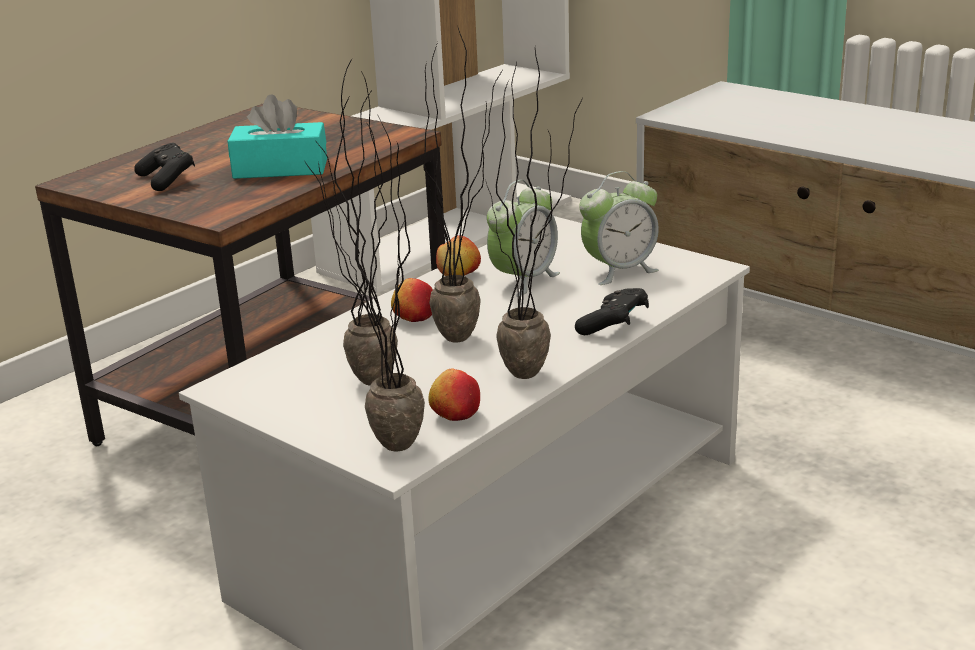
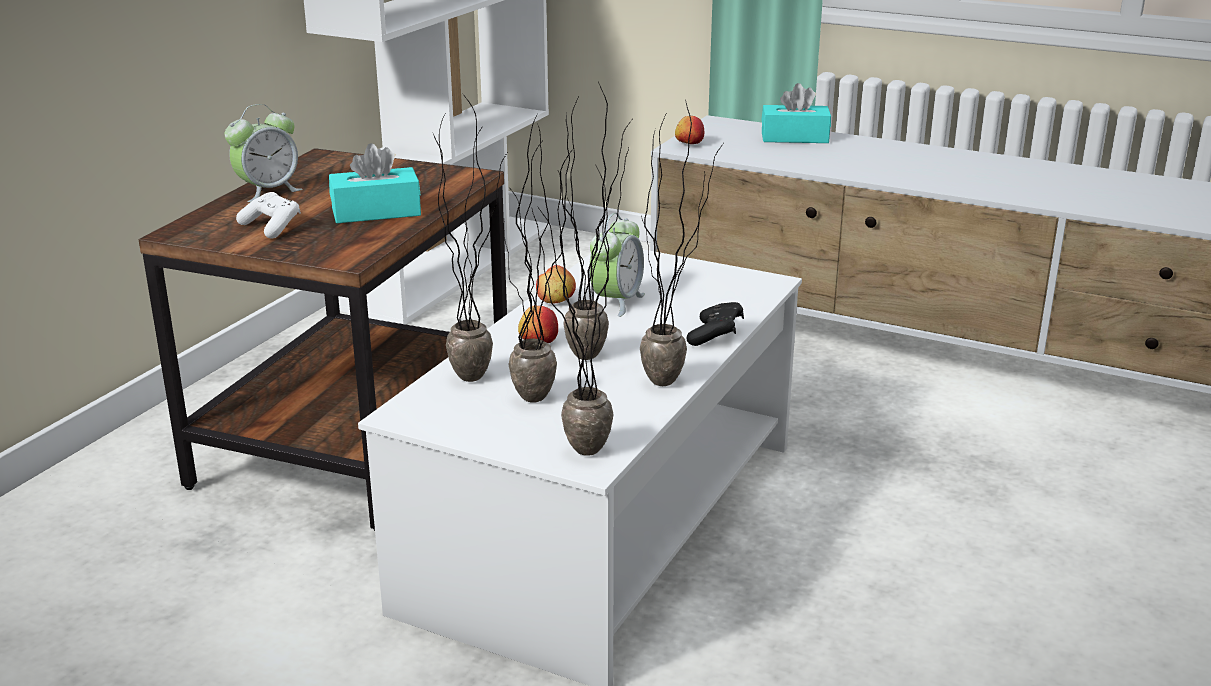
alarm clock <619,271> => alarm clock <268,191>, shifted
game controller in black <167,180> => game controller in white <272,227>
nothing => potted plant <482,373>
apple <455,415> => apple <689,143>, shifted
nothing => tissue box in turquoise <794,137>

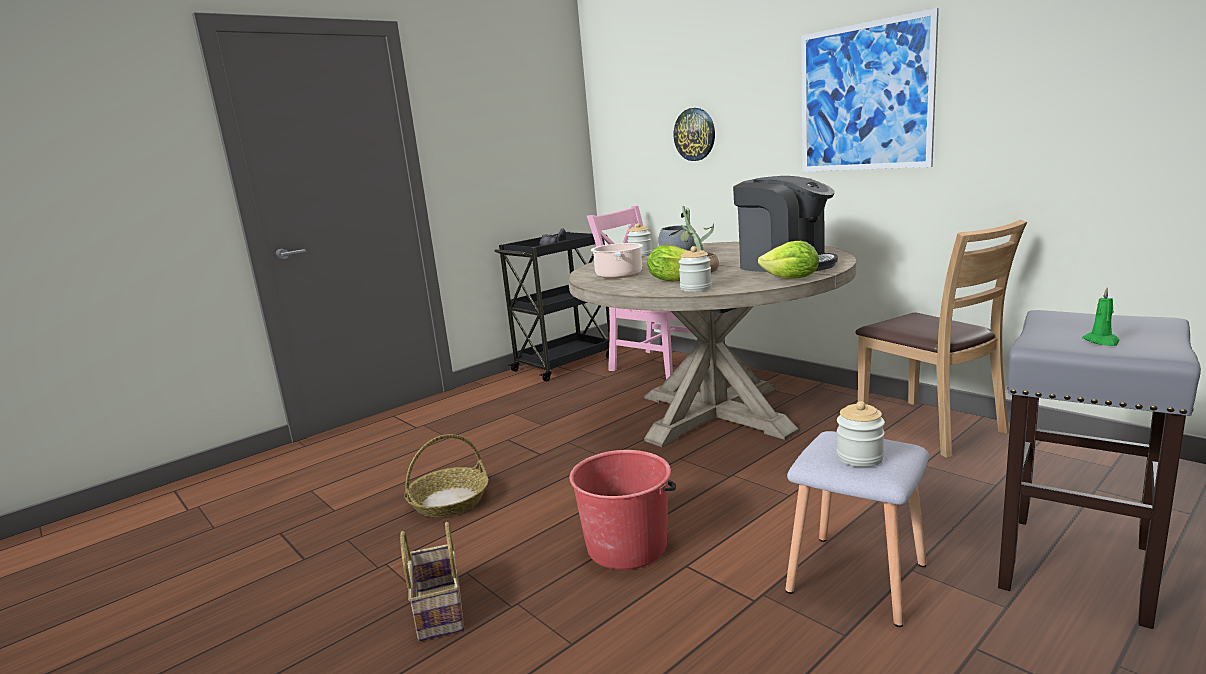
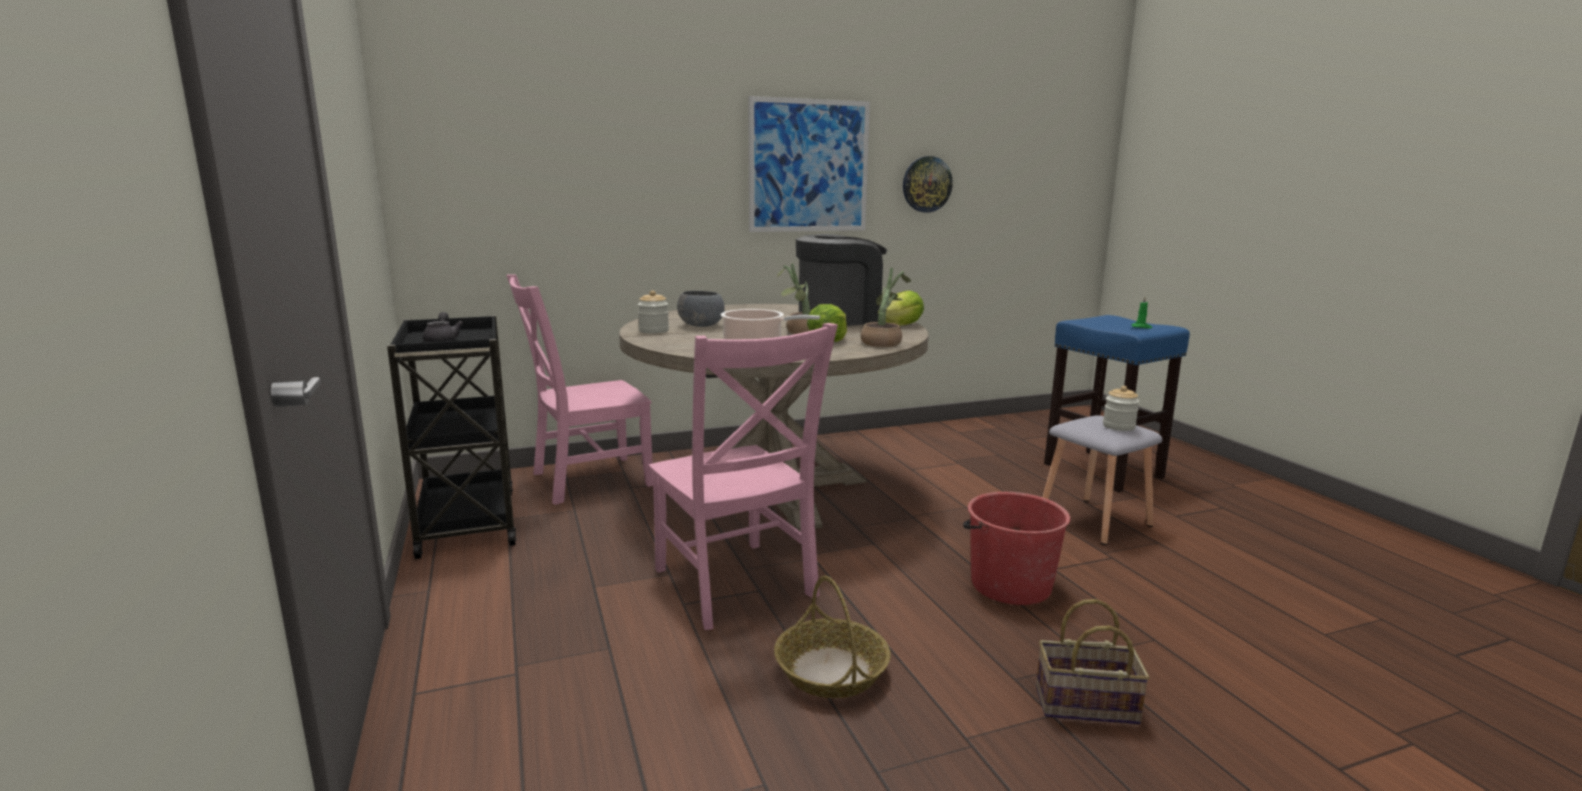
nothing => chair in pink <736,586>
jar <696,288> => potted plant <884,342>
wall clock <695,134> => wall clock <926,184>, shifted
stool in grey <1076,568> => stool in blue <1104,471>
chair in brown <931,427> => nothing

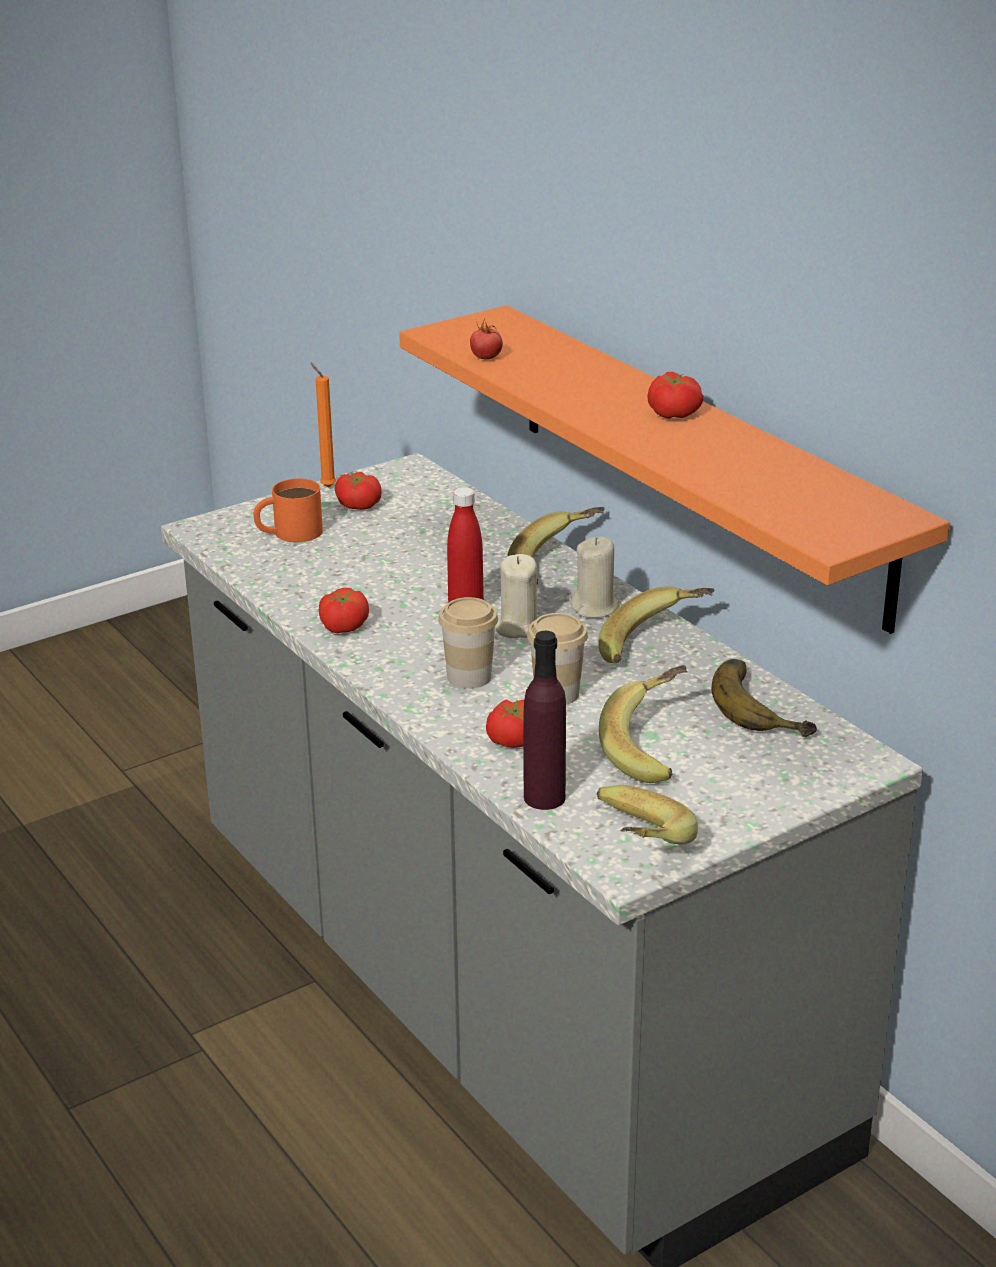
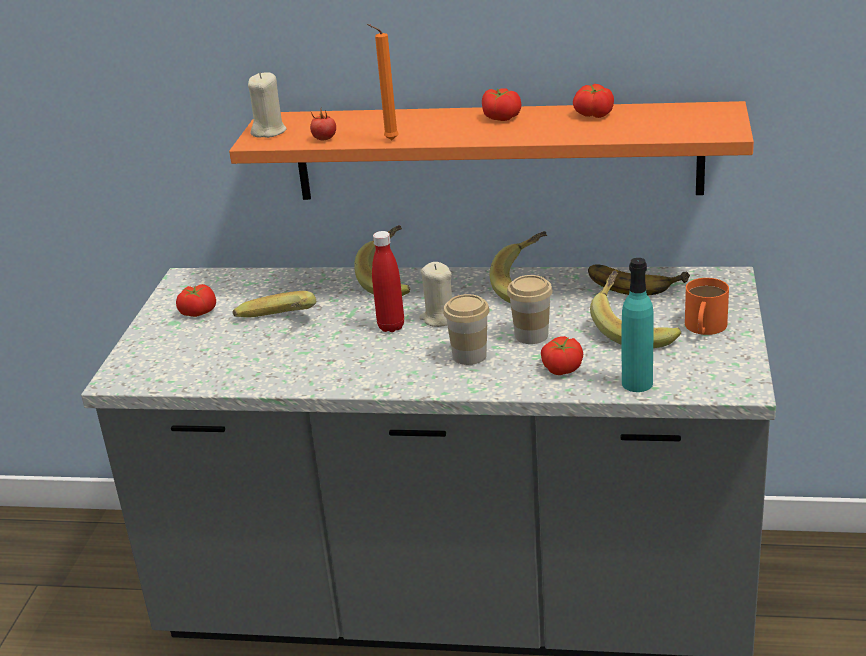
banana <632,845> => banana <277,327>, shifted
candle in beige <595,608> => candle in beige <269,131>, shifted
candle in orange <326,487> => candle in orange <389,140>, shifted
tomato <343,626> => tomato <593,114>, shifted
bottle in purple <544,797> => bottle in turquoise <637,383>
mug in orange <288,533> => mug in orange <704,328>, shifted

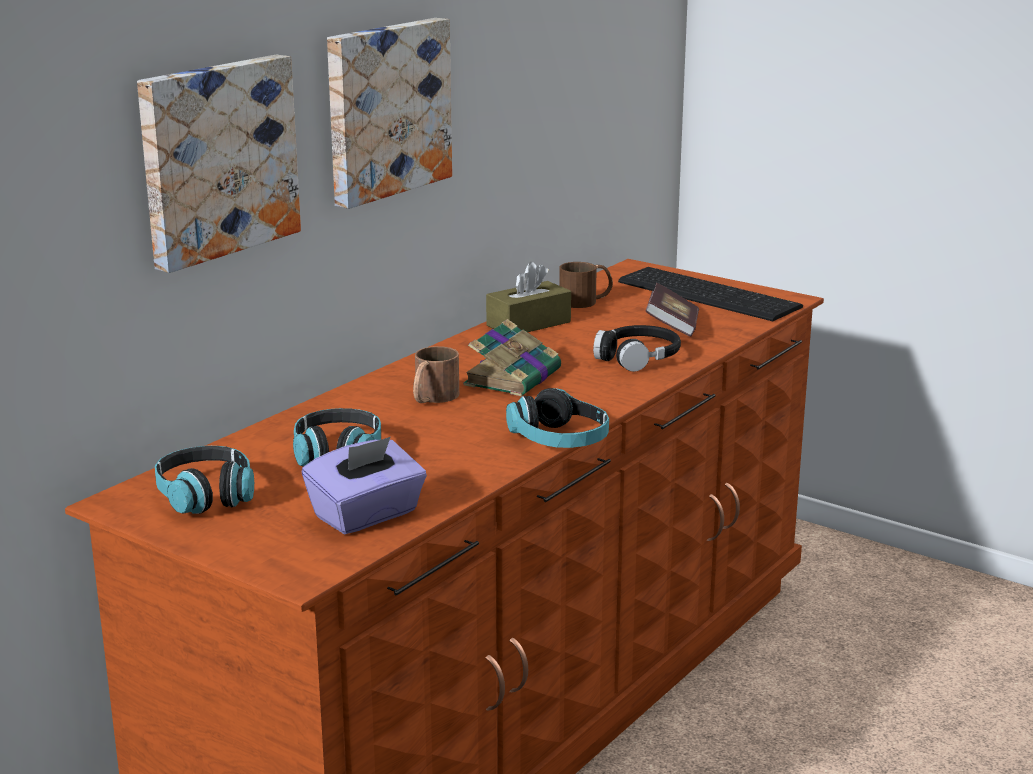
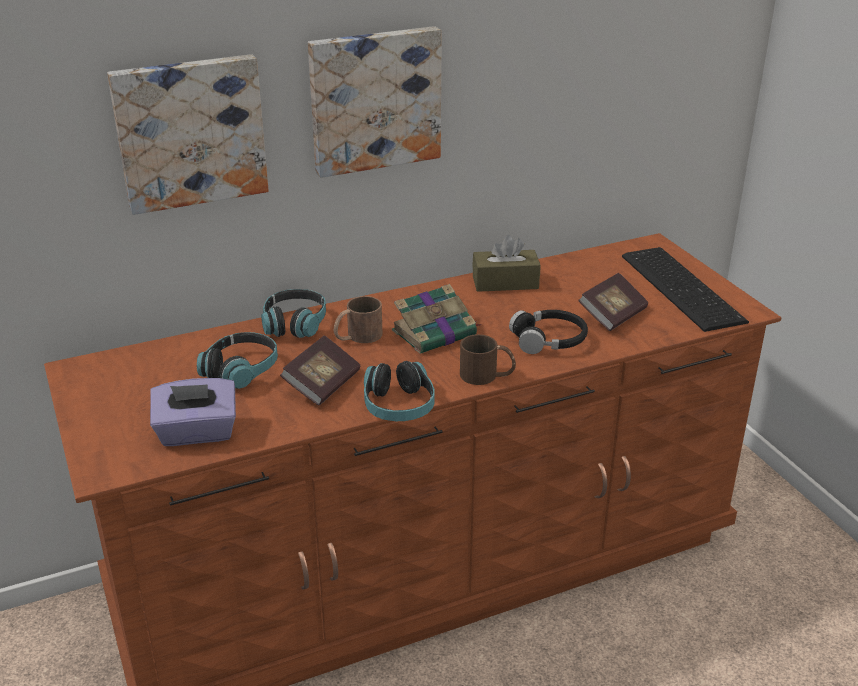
headphones <206,495> => headphones <295,324>, shifted
nothing => book <322,385>
mug in brown <586,301> => mug in brown <487,375>, shifted

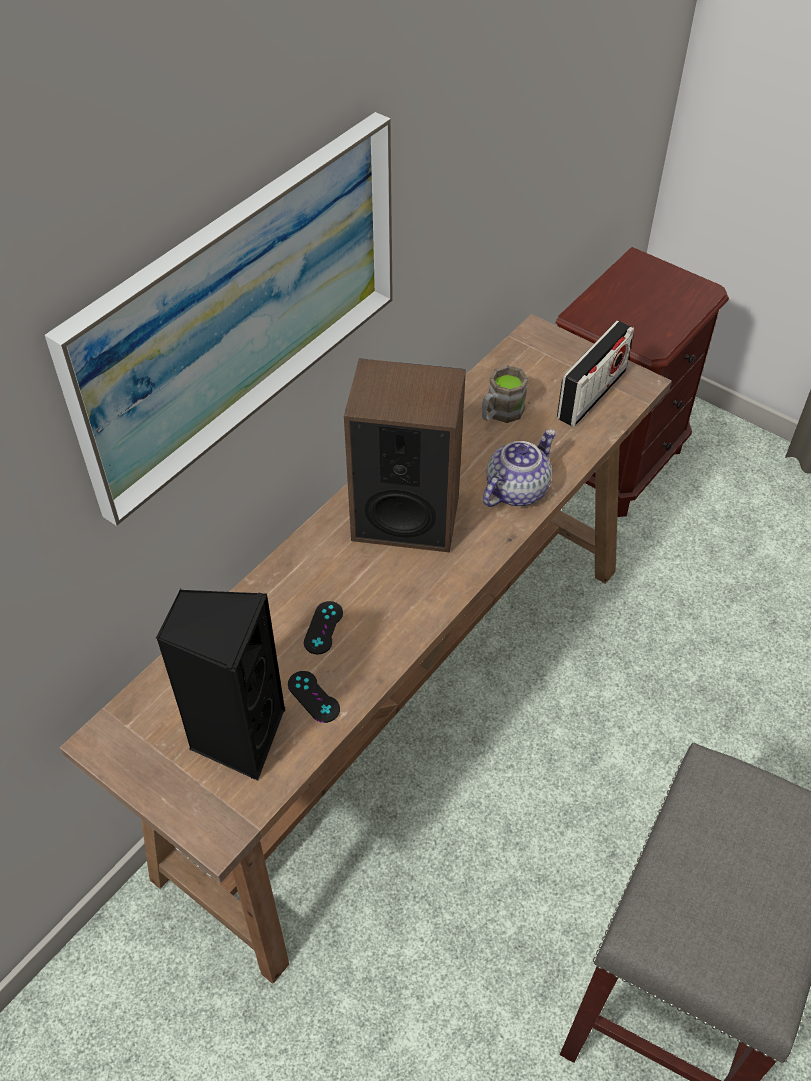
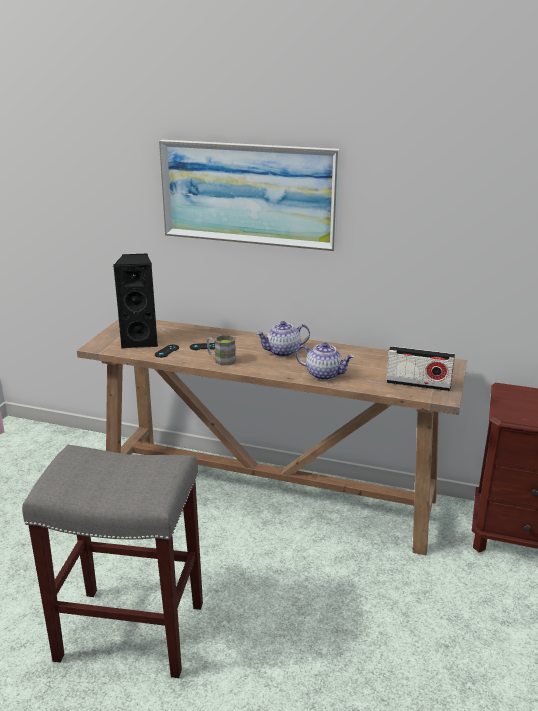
mug in brown <500,413> => mug in brown <221,360>, shifted
speaker <405,517> => teapot <283,352>

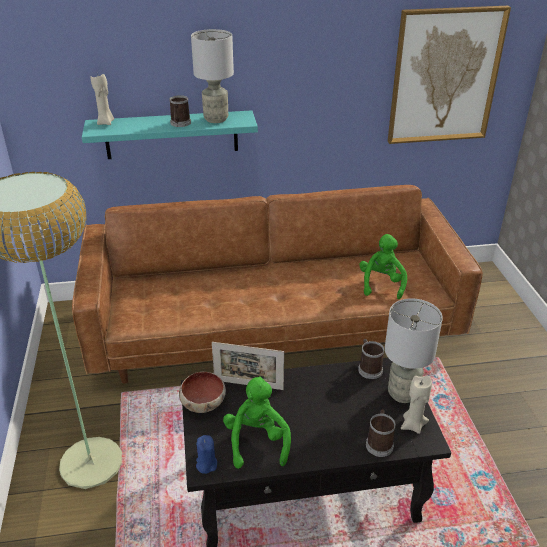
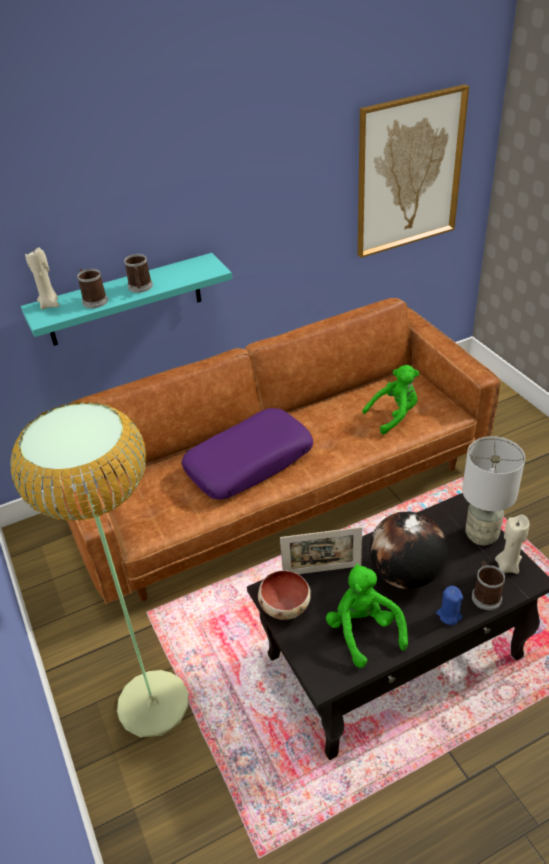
mug <369,368> => mug <93,300>, shifted
nothing => pillow in purple <249,462>
plush toy in green <381,284> => plush toy in green <394,415>, 75 degrees clockwise
nothing => globe <405,575>
candle in blue <206,464> => candle in blue <449,615>, shifted
table lamp in grey <216,119> => nothing

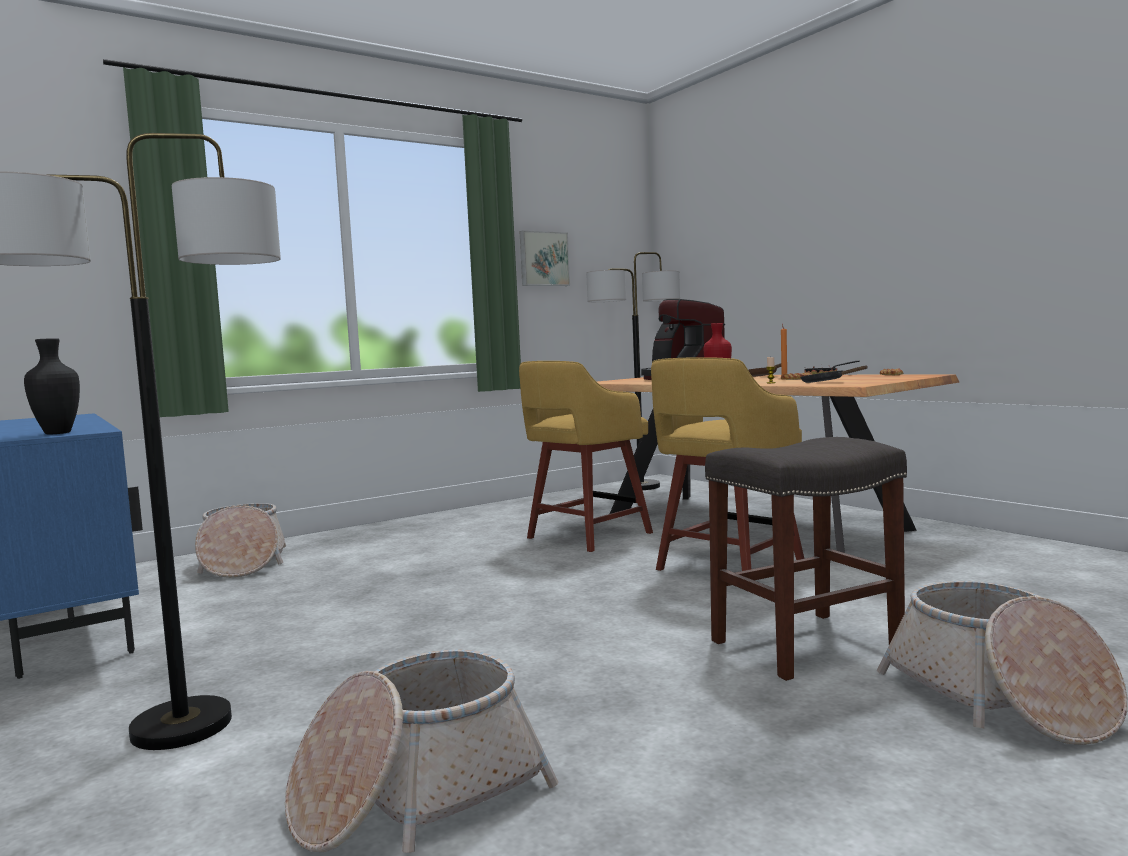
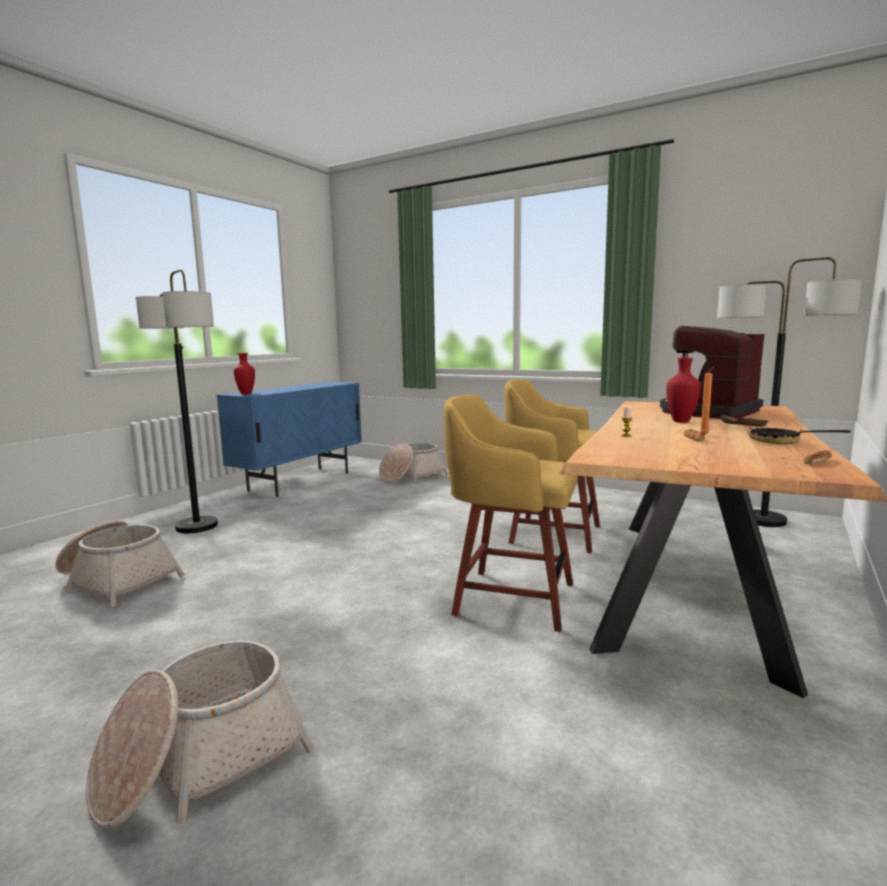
vase in black <58,433> => vase in red <246,394>
picture <543,259> => nothing
stool in grey <804,645> => nothing
frying pan in black <826,382> => nothing

